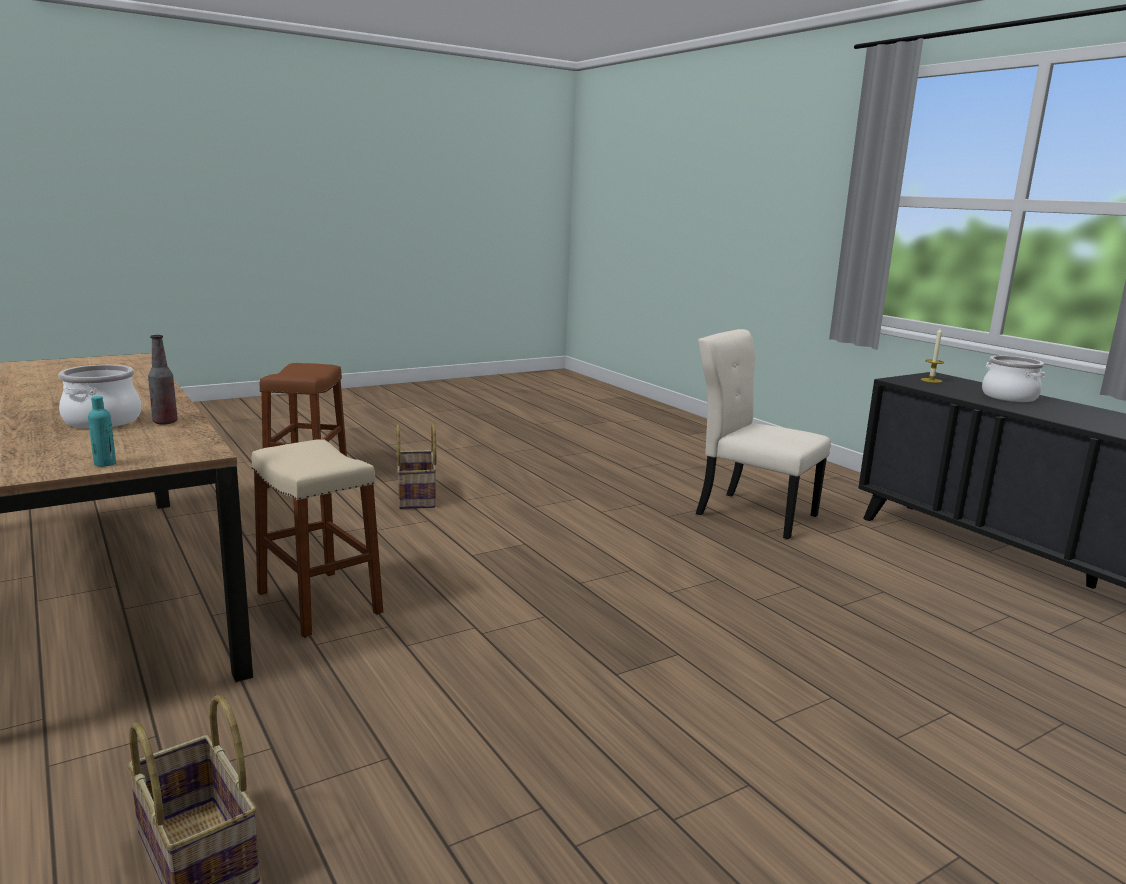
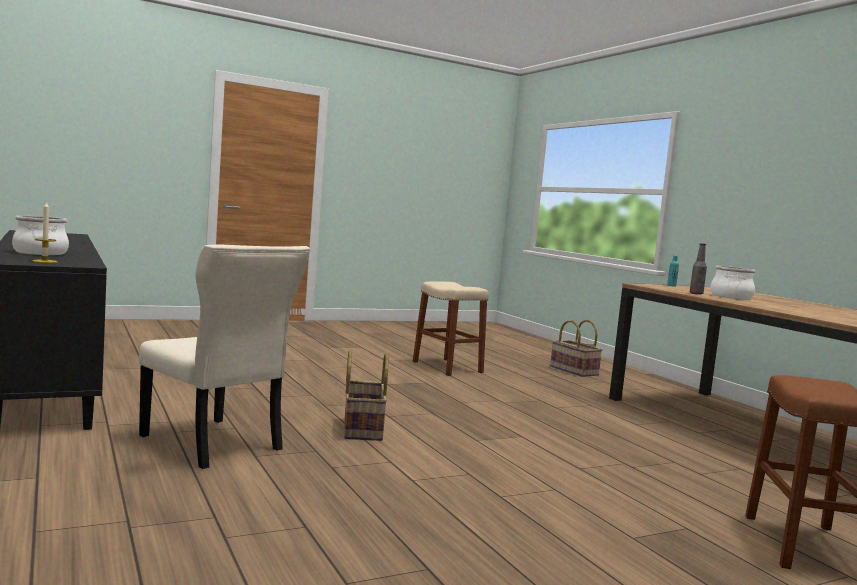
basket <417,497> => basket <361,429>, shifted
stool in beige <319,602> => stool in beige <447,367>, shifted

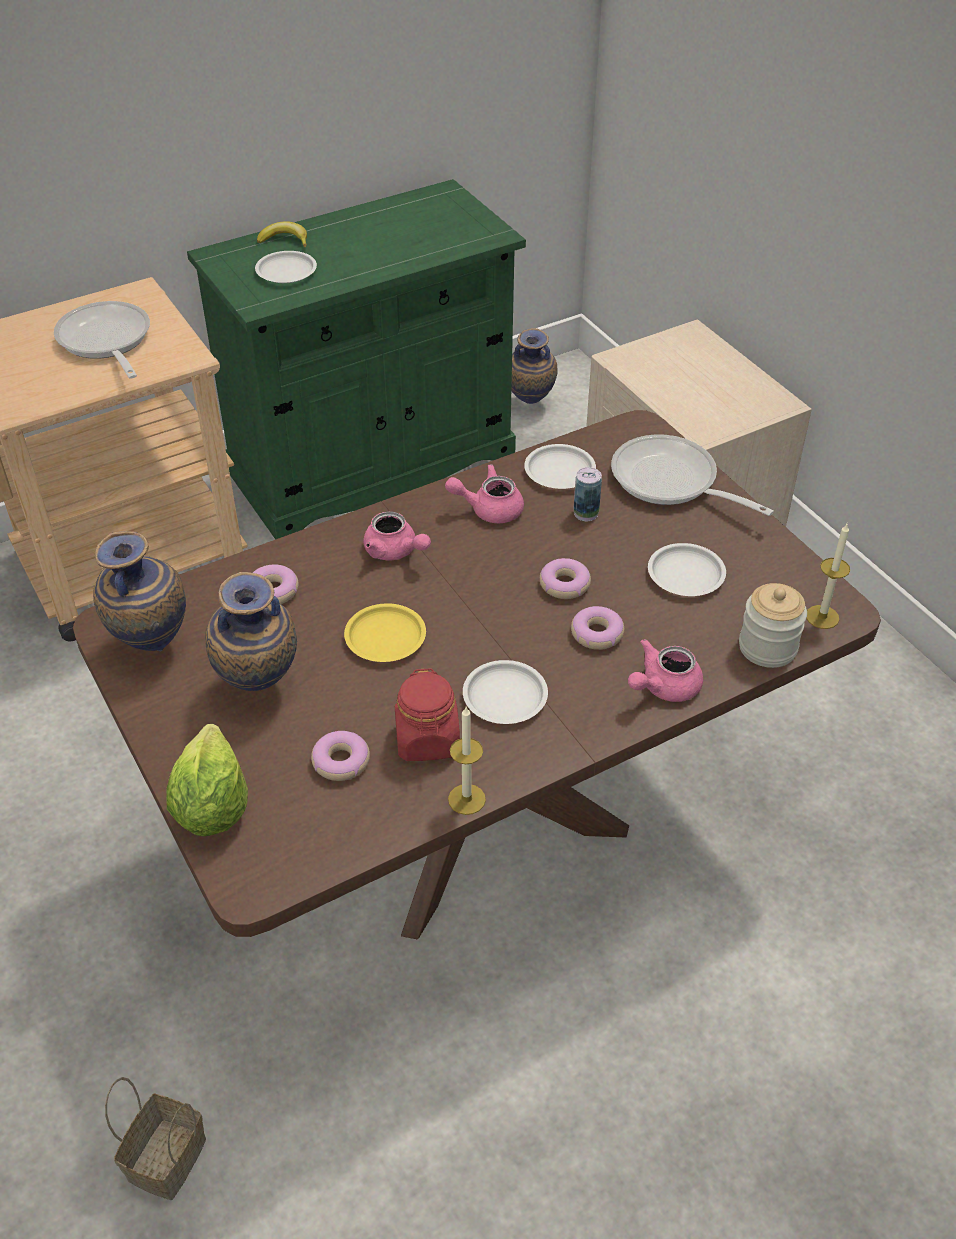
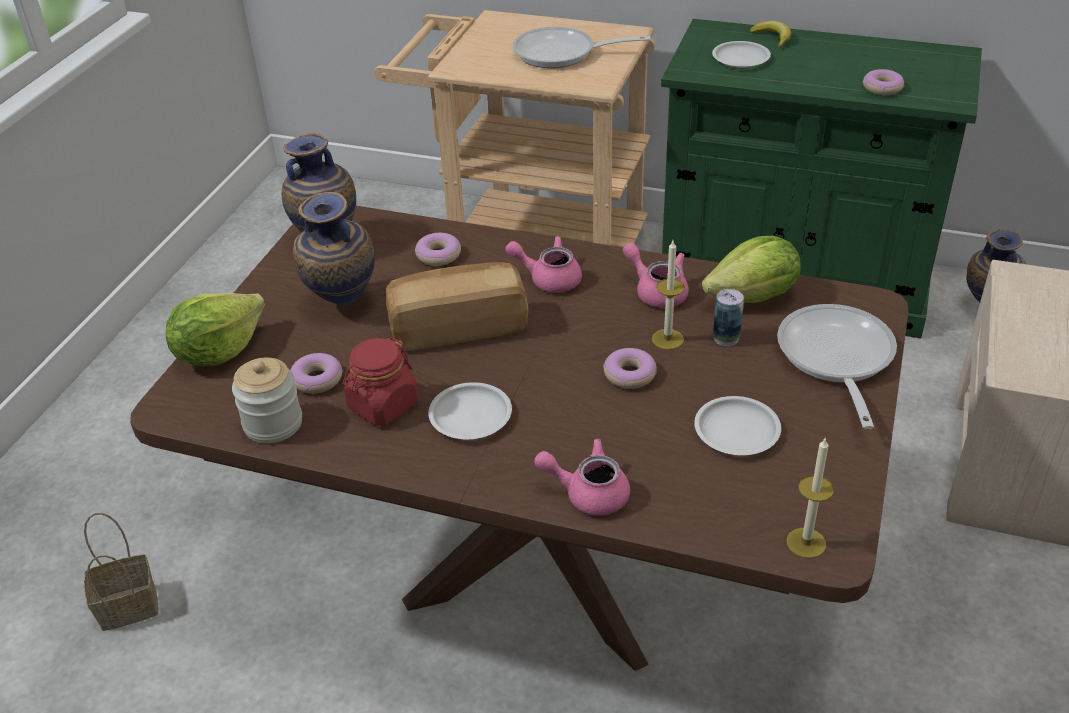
jar <767,647> => jar <273,424>, shifted
plate in yellow <386,637> => bread <458,327>
teapot in pink <395,551> => teapot in pink <548,278>, 105 degrees clockwise
frying pan <106,342> => frying pan <562,54>, 105 degrees counterclockwise
candle <466,799> => candle <667,339>, shifted
plate in white <560,471> => lettuce <753,297>
donut <596,634> => donut <882,88>, shifted

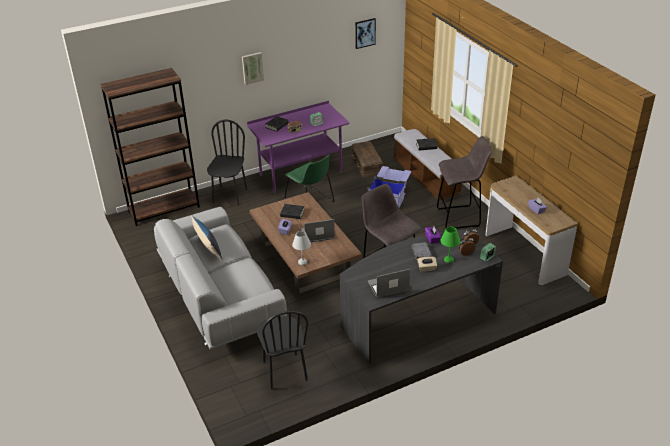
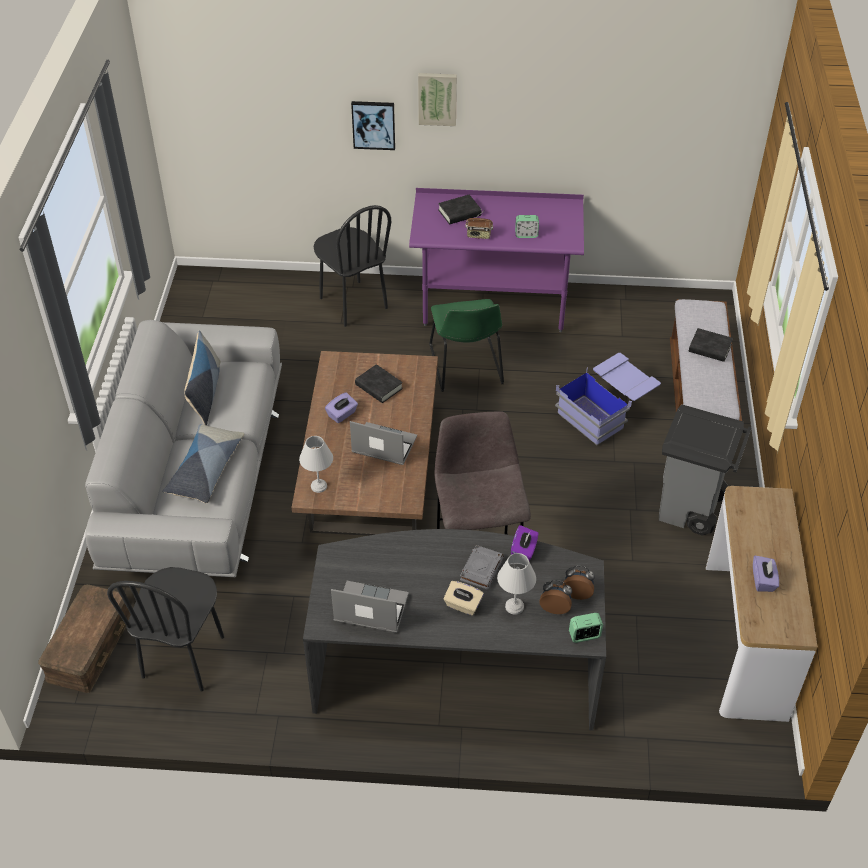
storage box in brown <366,165> => storage box in brown <88,646>, shifted
nothing => pillow <205,470>
chair in black <229,196> => chair in black <353,303>, 105 degrees clockwise
picture <365,33> => picture <373,124>, shifted
table lamp in green <448,259> => table lamp in white <514,606>
stool in grey <459,217> => trash can in grey <691,510>
bookcase in brown <164,209> => nothing

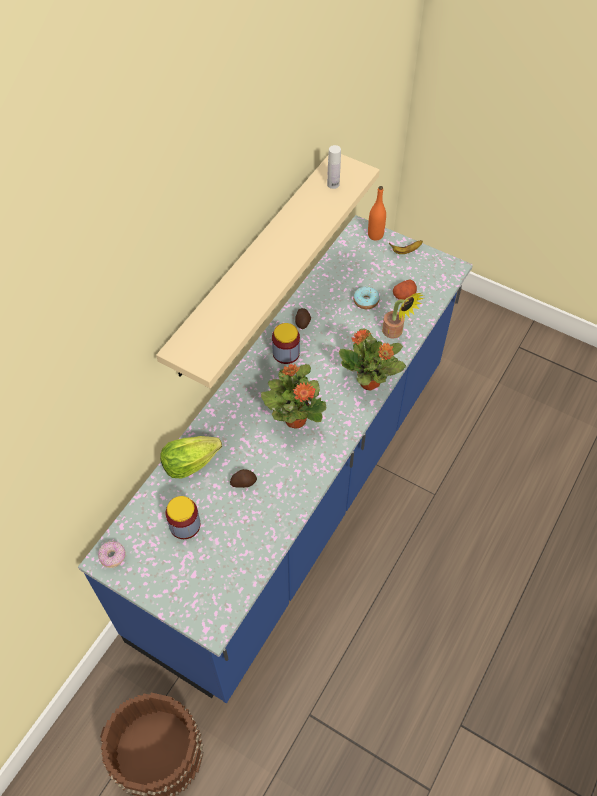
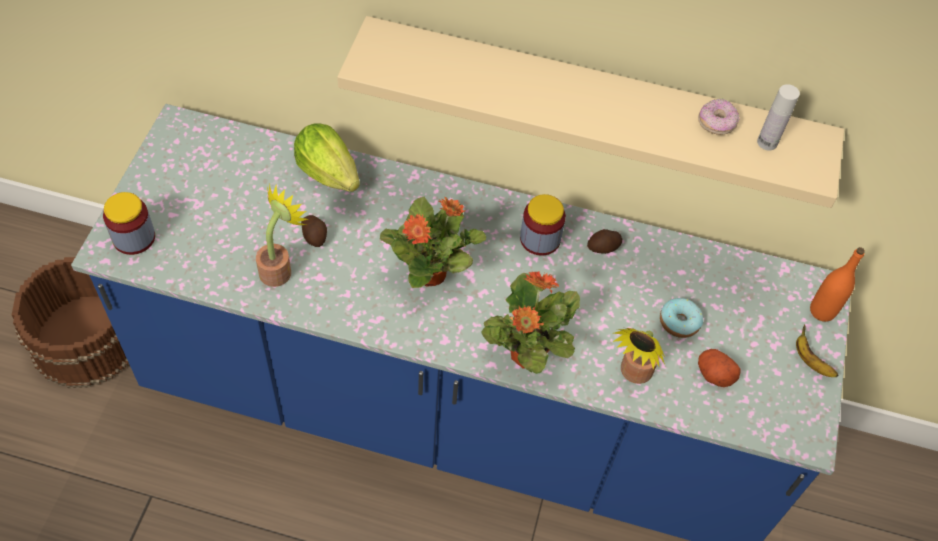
jar <185,525> => jar <134,238>, shifted
nothing => potted plant <280,268>
donut <113,556> => donut <716,123>, shifted

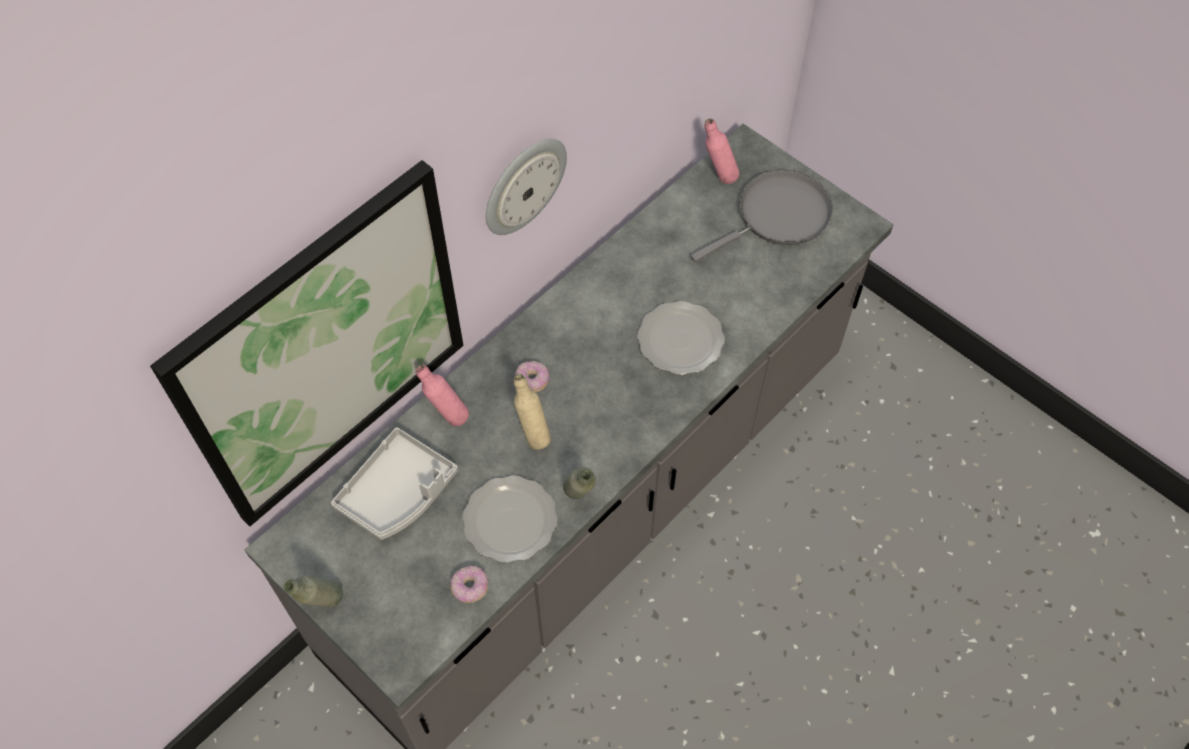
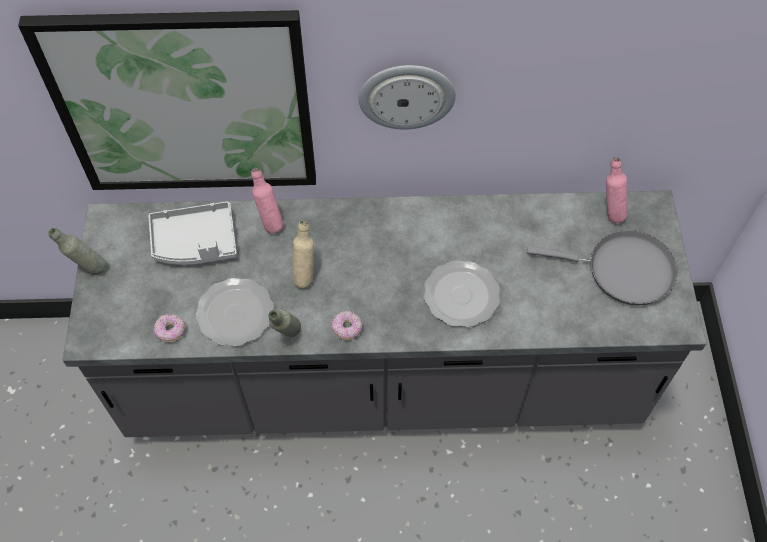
donut <532,381> => donut <347,329>, shifted

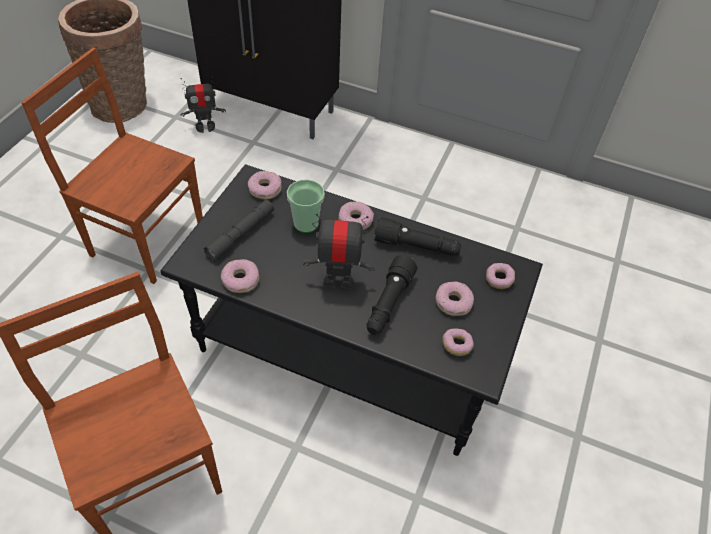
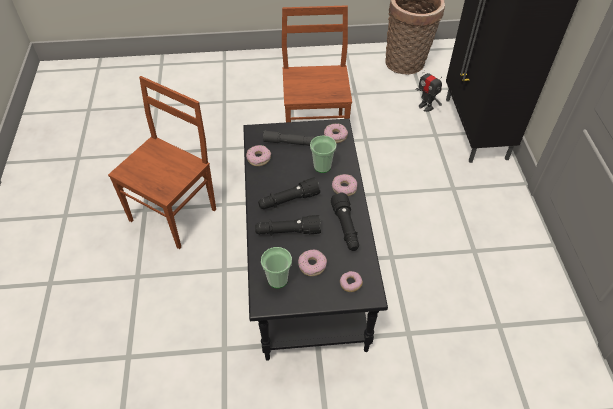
toy robot <338,281> => flashlight in black <288,200>
donut <456,346> => cup <277,279>

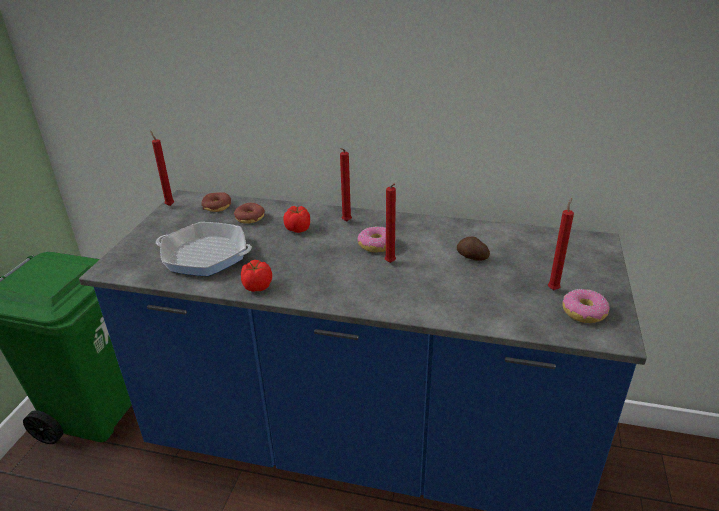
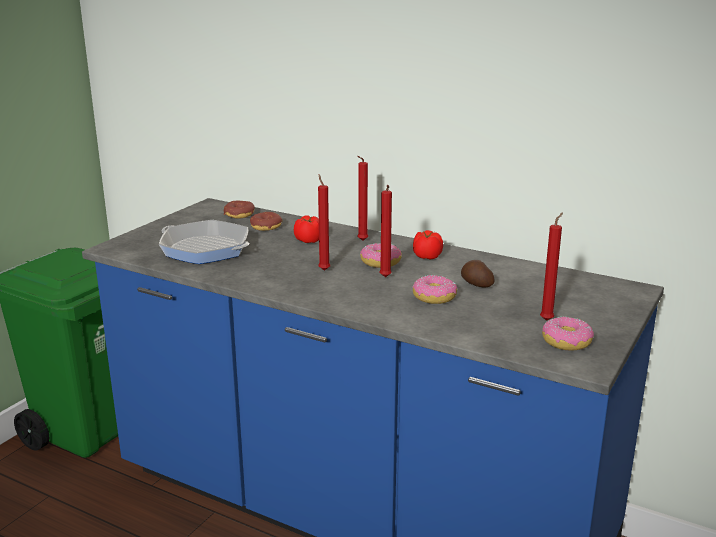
candle in red <169,205> => candle in red <323,269>, shifted
nothing => donut <434,297>
tomato <257,287> => tomato <426,257>, shifted

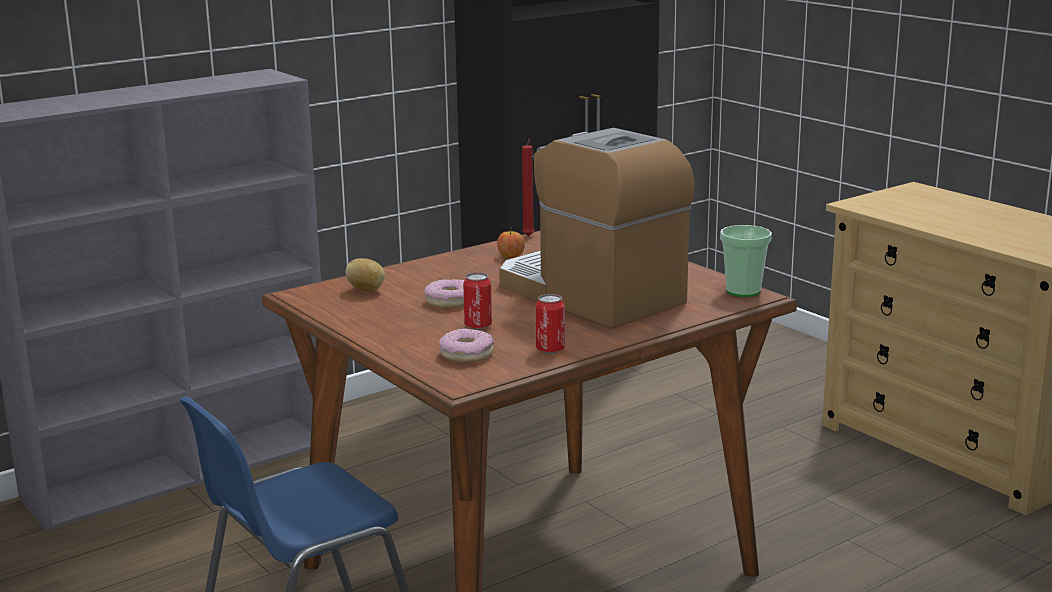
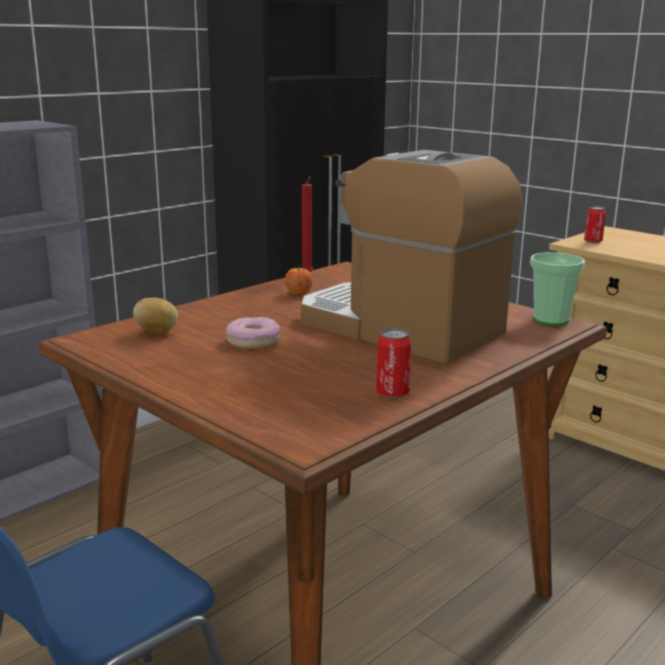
can <478,326> => can <593,241>, shifted
donut <466,354> => nothing

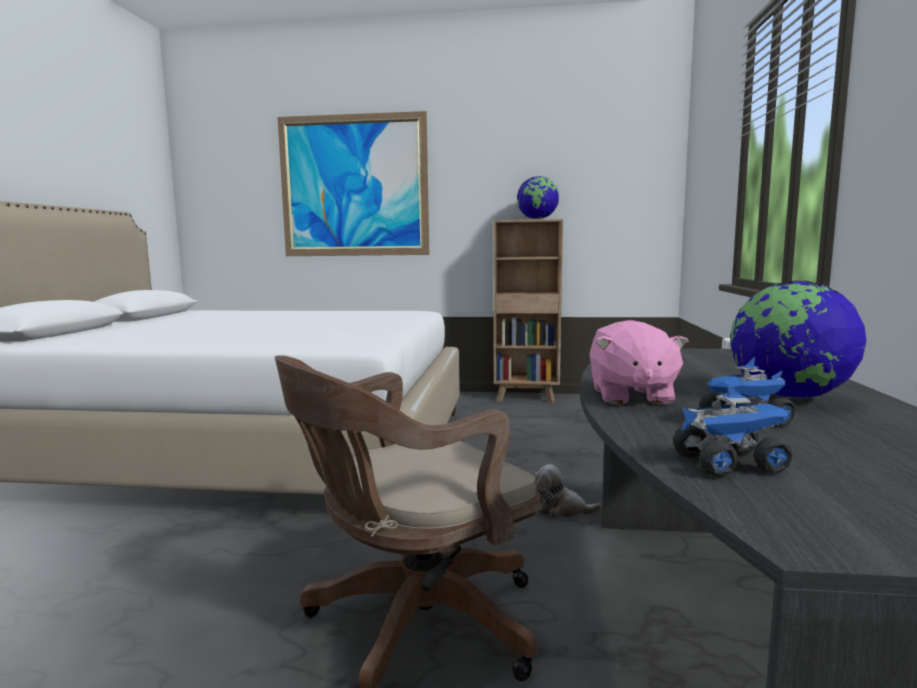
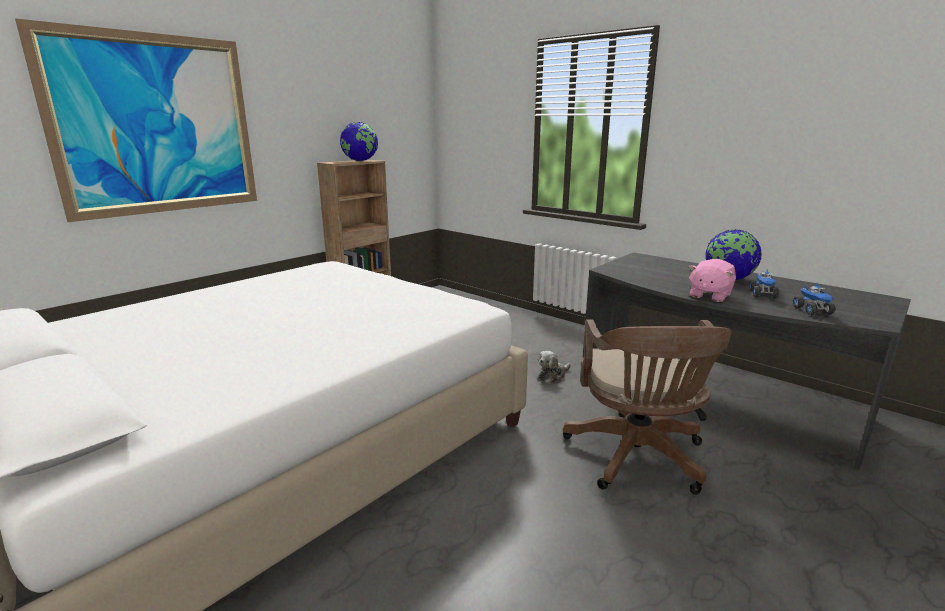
plush toy in pink <630,396> => plush toy in pink <709,295>, 90 degrees clockwise
toy truck <730,464> => toy truck <813,311>, 150 degrees clockwise

